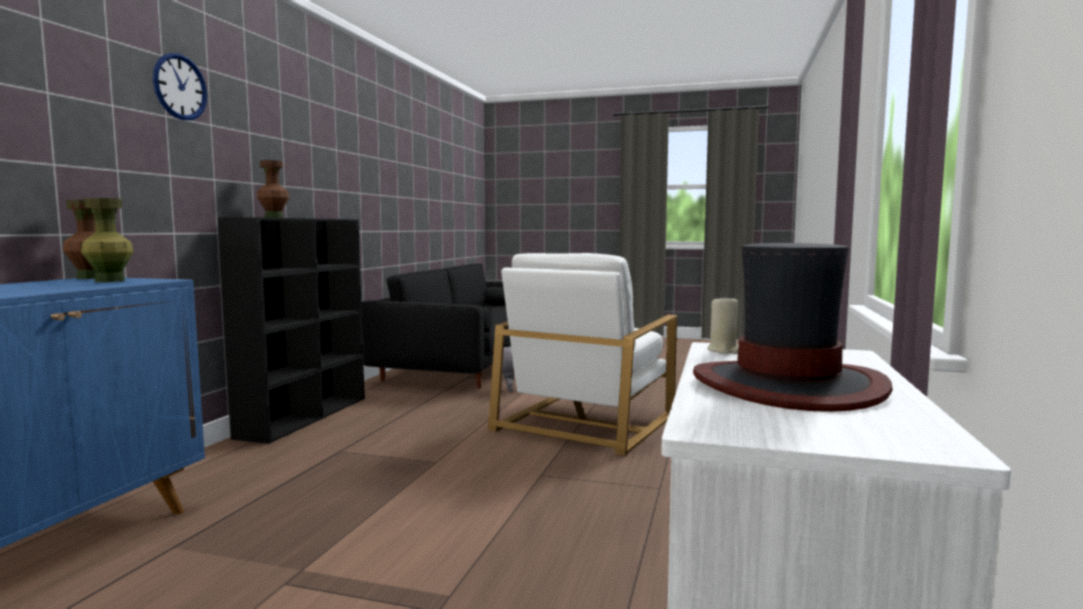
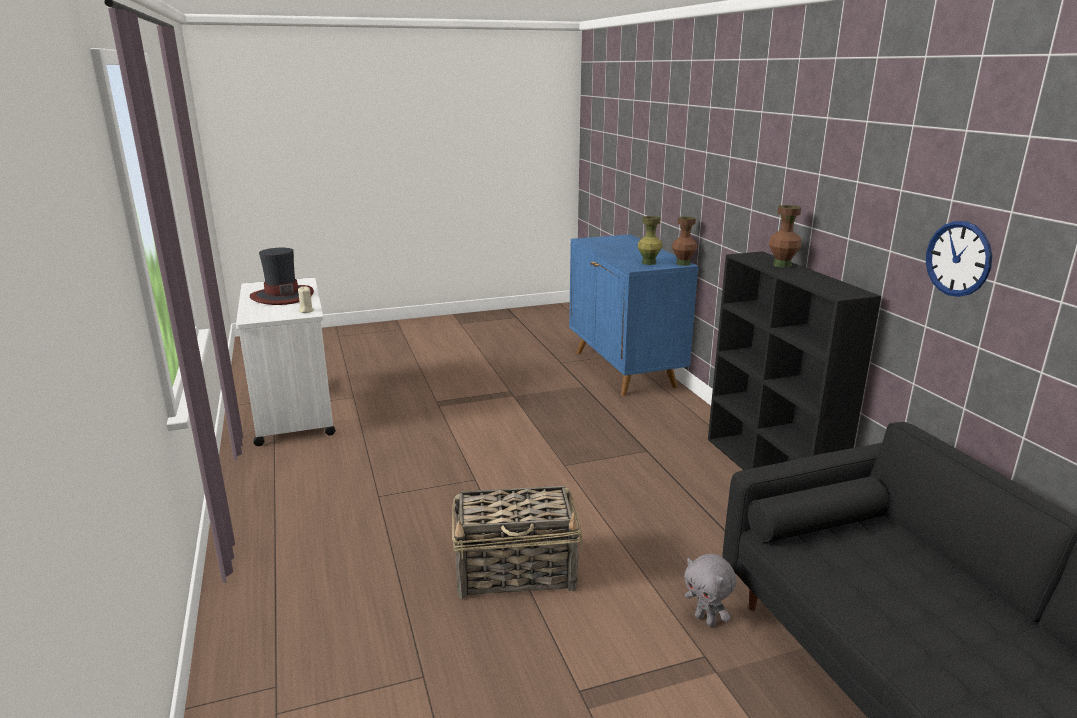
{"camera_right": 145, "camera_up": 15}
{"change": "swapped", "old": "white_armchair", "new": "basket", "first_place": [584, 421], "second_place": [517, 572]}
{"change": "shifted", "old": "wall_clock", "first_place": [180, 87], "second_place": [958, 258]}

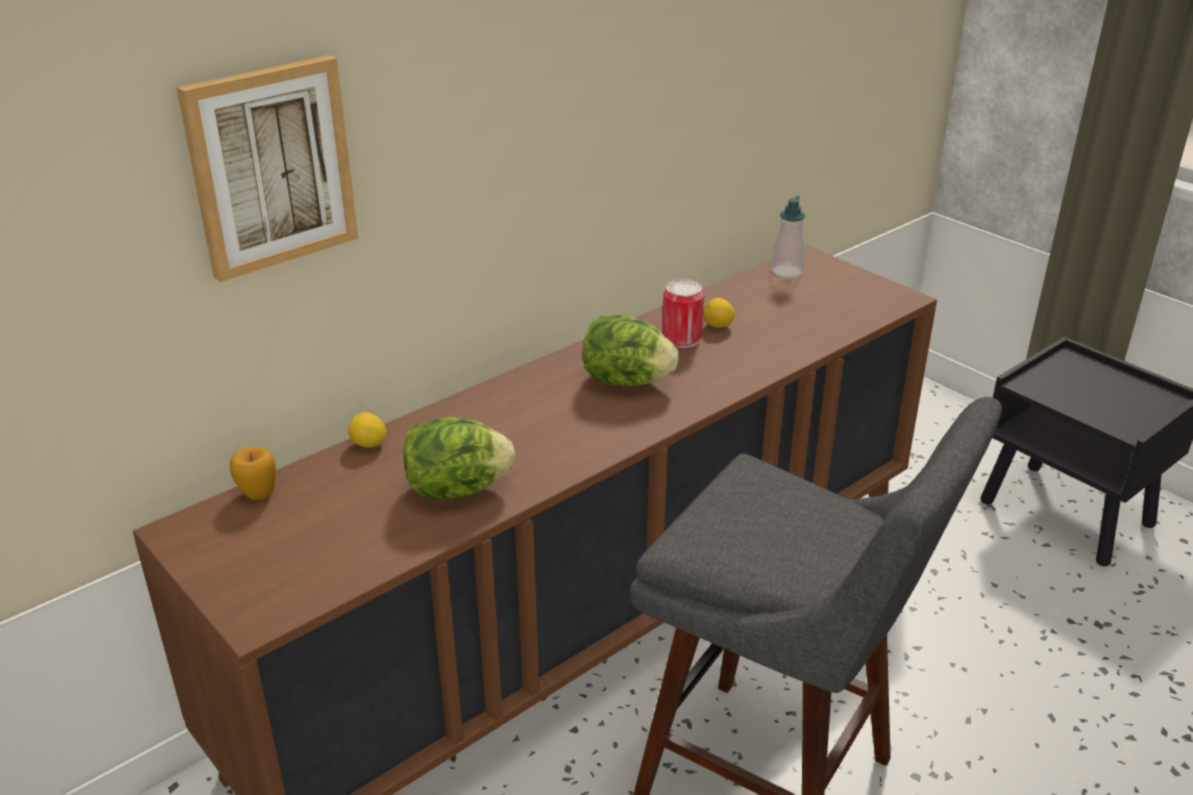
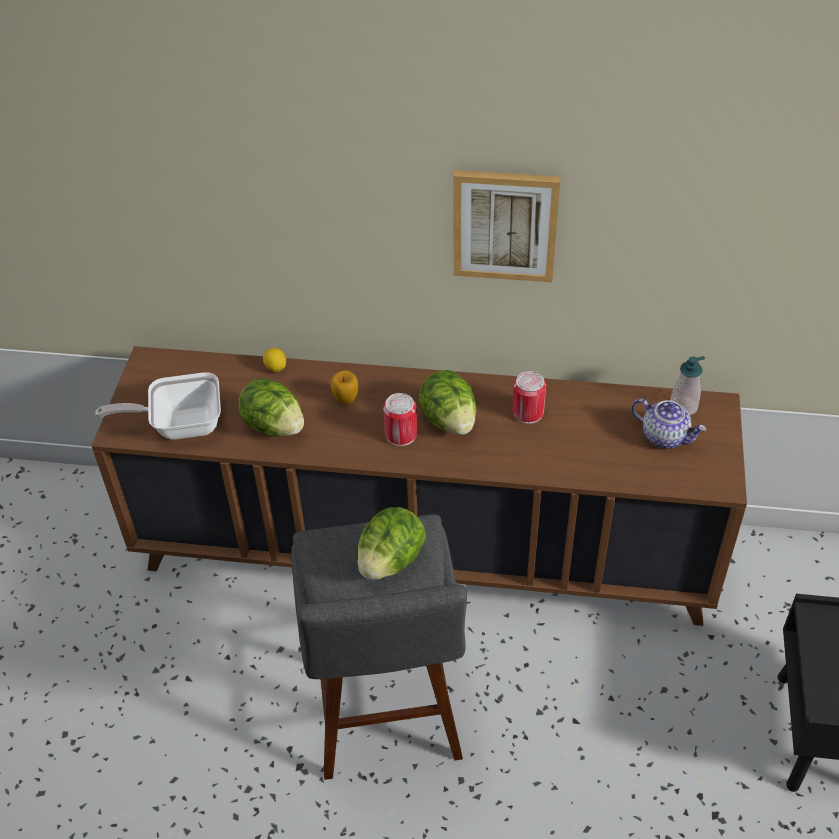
{"camera_right": 50, "camera_up": 15}
{"change": "new", "new": "frying_pan", "second_place": [180, 425]}
{"change": "shifted", "old": "apple", "first_place": [258, 494], "second_place": [345, 399]}
{"change": "new", "new": "lettuce", "second_place": [391, 560]}
{"change": "new", "new": "can", "second_place": [401, 434]}
{"change": "shifted", "old": "picture", "first_place": [270, 166], "second_place": [505, 225]}
{"change": "new", "new": "teapot", "second_place": [665, 436]}
{"change": "gone", "old": "lemon", "first_place": [718, 326]}

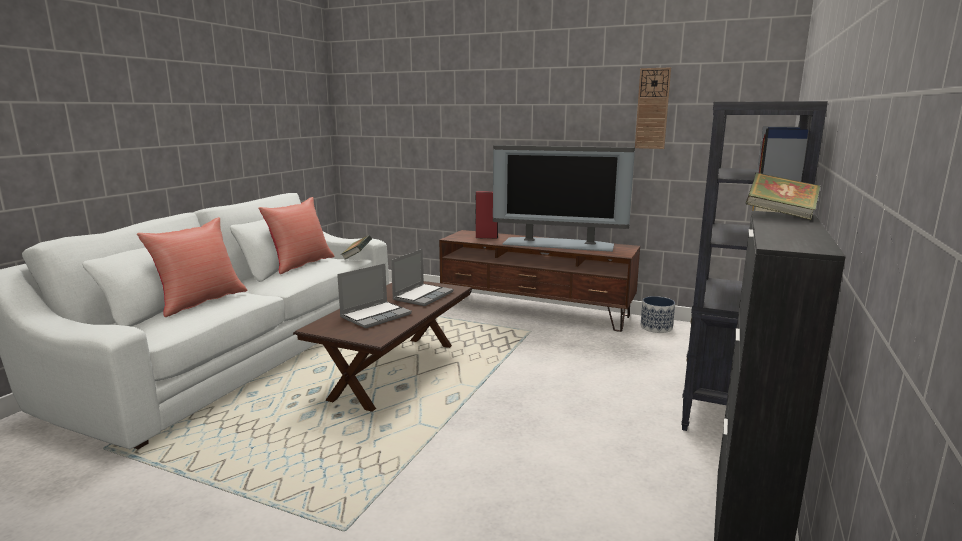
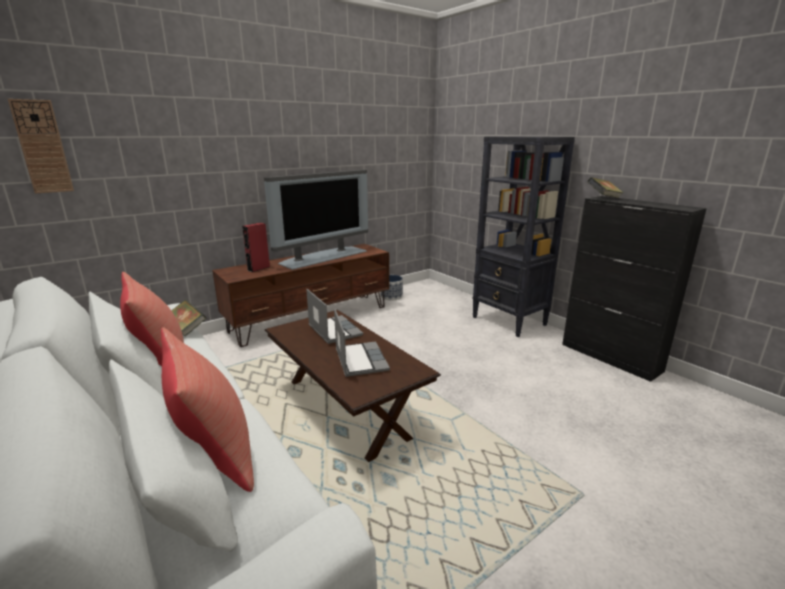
{"camera_right": -60, "camera_up": 5}
{"change": "shifted", "old": "wall_clock", "first_place": [652, 109], "second_place": [42, 147]}

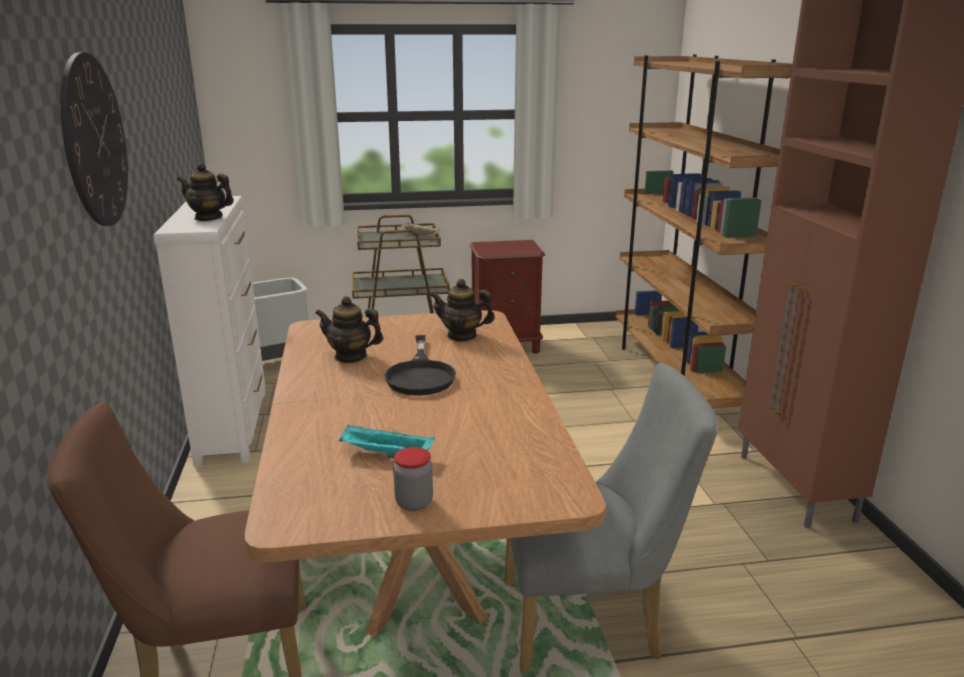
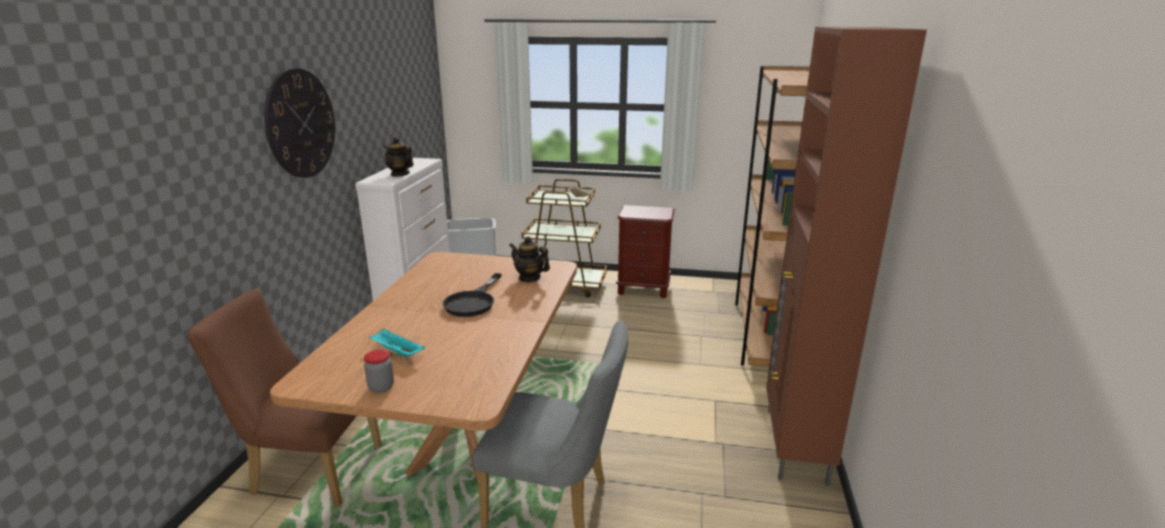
{"camera_right": 20, "camera_up": 0}
{"change": "gone", "old": "teapot", "first_place": [350, 356]}

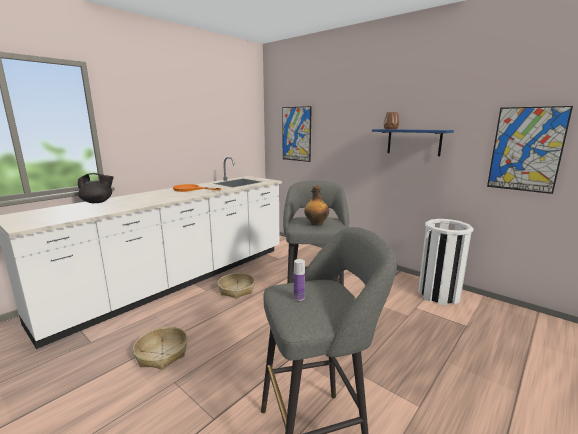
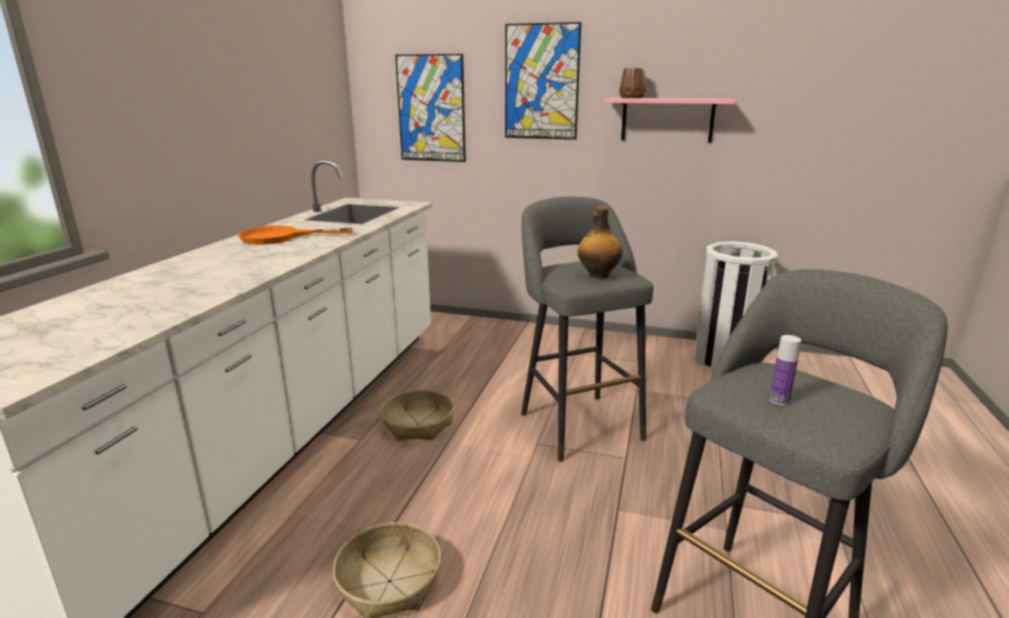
{"camera_right": -25, "camera_up": 5}
{"change": "shifted", "old": "picture", "first_place": [526, 149], "second_place": [541, 82]}
{"change": "repainted", "old": "blue_shelf", "new": "pink_shelf", "first_place": [413, 142], "second_place": [667, 119]}
{"change": "gone", "old": "black_teapot", "first_place": [98, 202]}

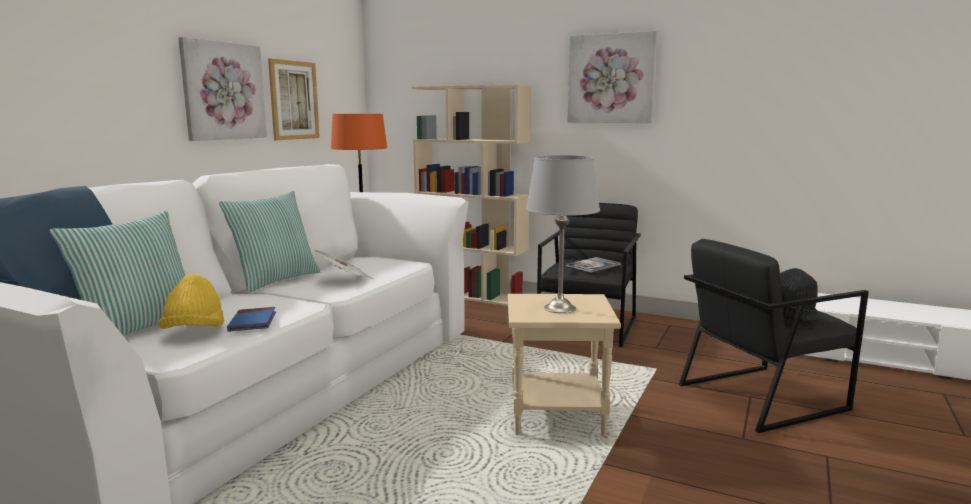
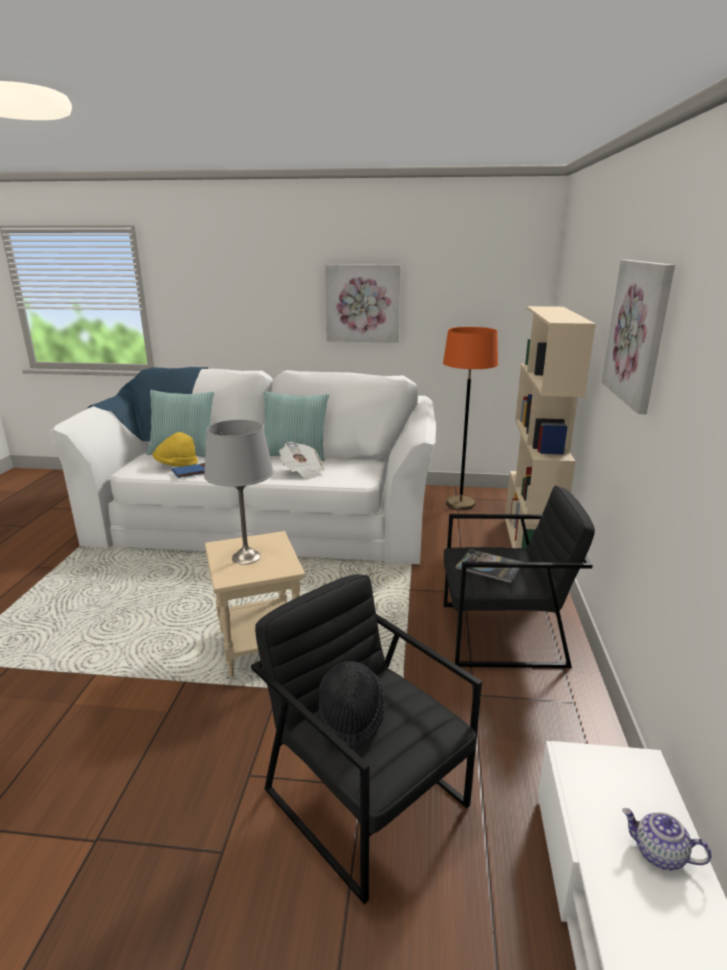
{"camera_right": 70, "camera_up": 10}
{"change": "new", "new": "teapot", "second_place": [658, 854]}
{"change": "gone", "old": "picture", "first_place": [294, 100]}

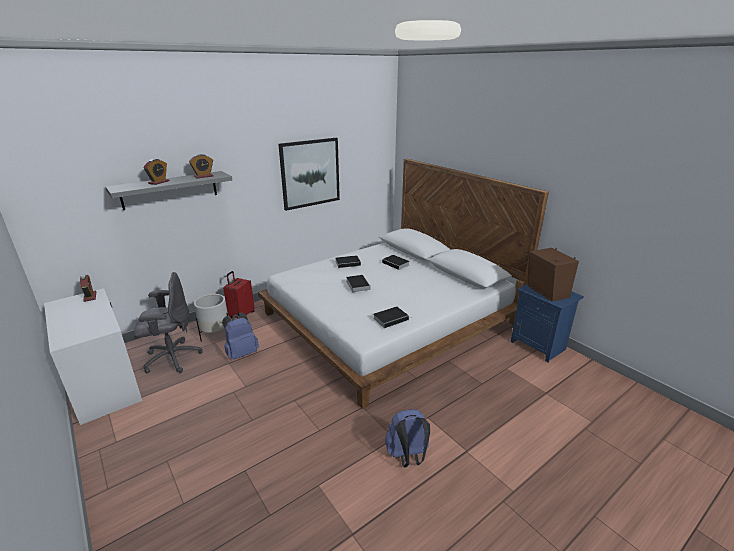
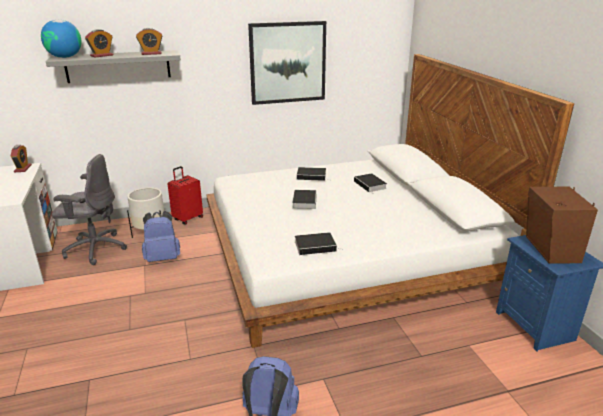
{"camera_right": 20, "camera_up": 0}
{"change": "new", "new": "globe", "second_place": [65, 57]}

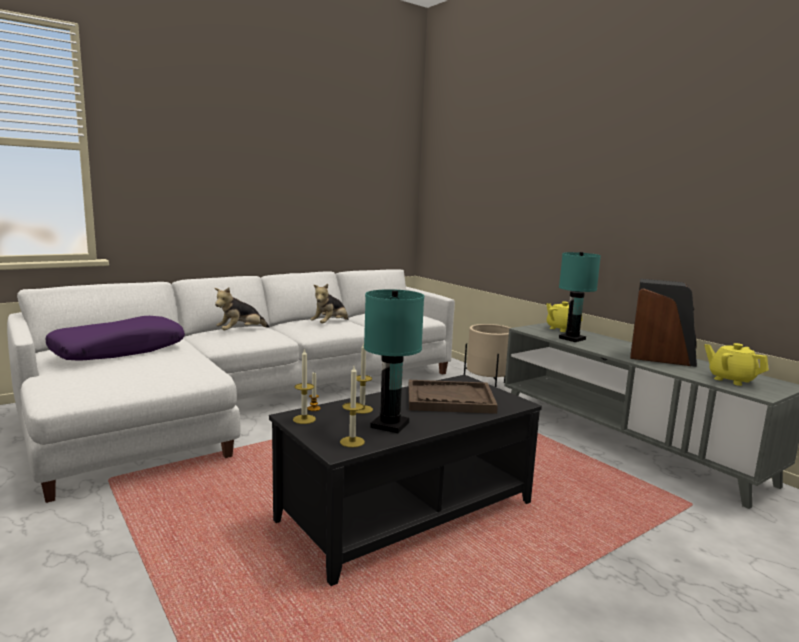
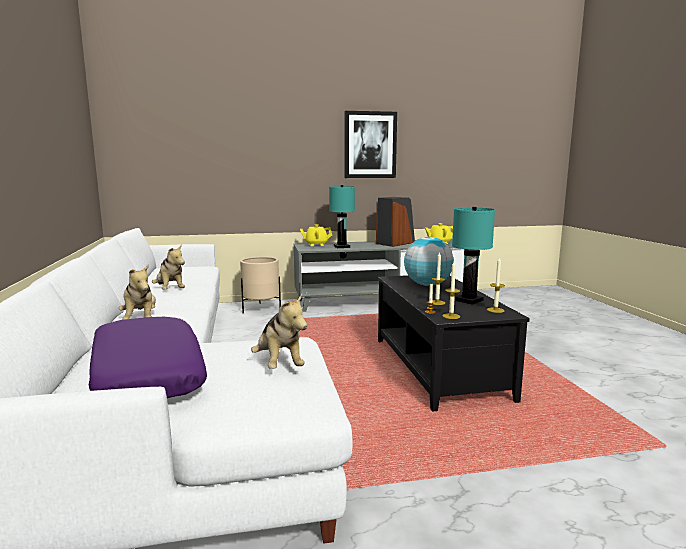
{"camera_right": -65, "camera_up": 0}
{"change": "new", "new": "plush_toy", "second_place": [279, 364]}
{"change": "new", "new": "picture", "second_place": [370, 145]}
{"change": "swapped", "old": "brown_tray", "new": "globe", "first_place": [449, 399], "second_place": [427, 285]}

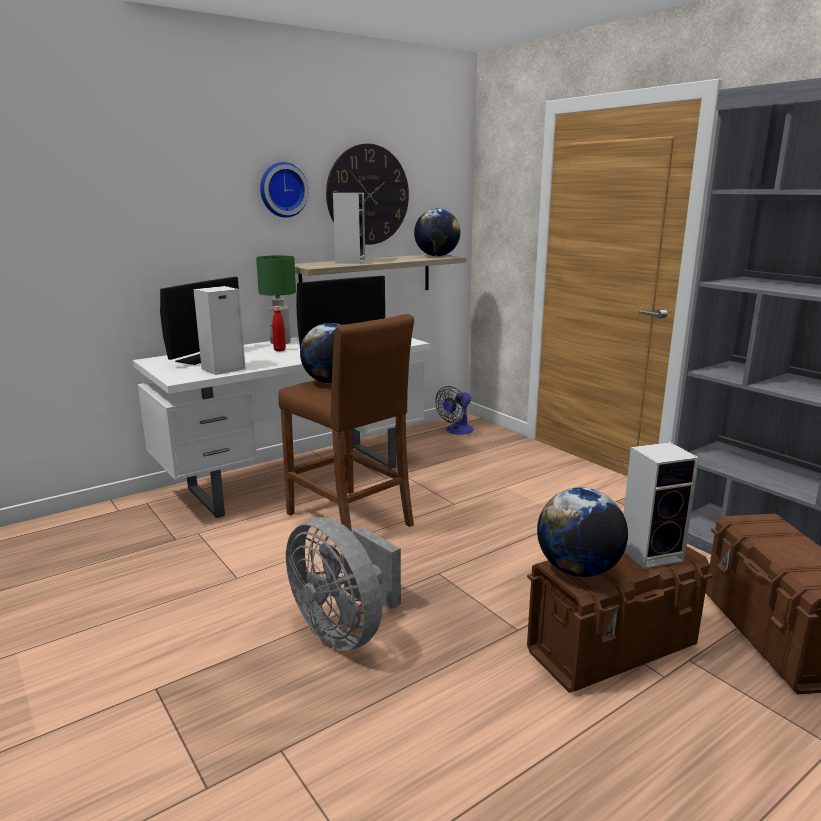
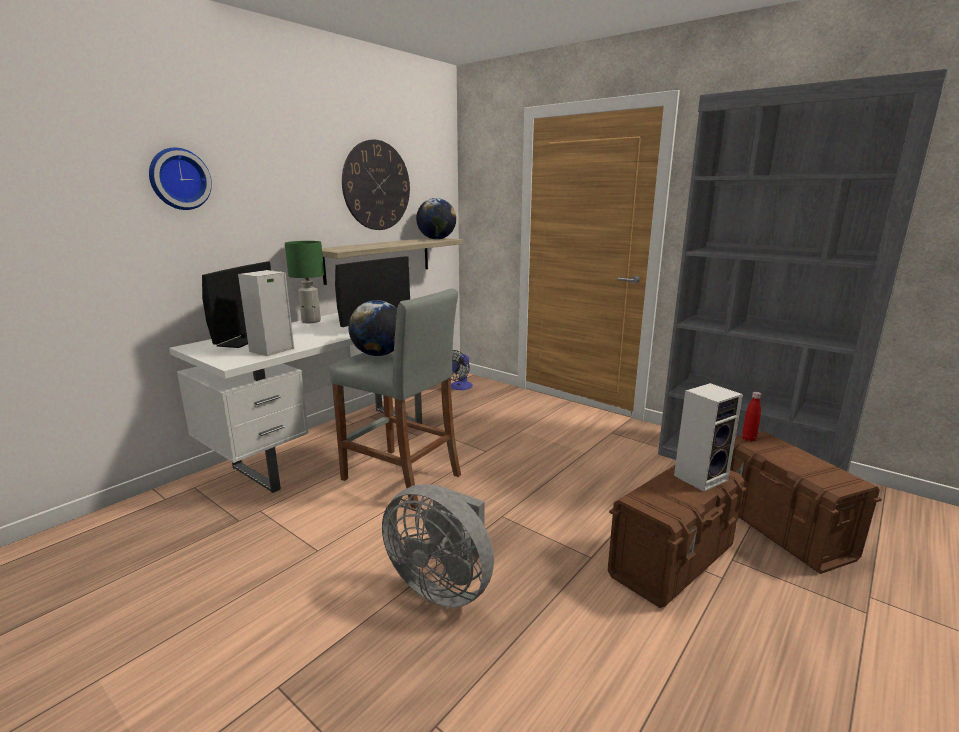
{"camera_right": -15, "camera_up": 0}
{"change": "shifted", "old": "wall_clock", "first_place": [282, 190], "second_place": [179, 179]}
{"change": "repainted", "old": "brown_stool", "new": "grey_stool", "first_place": [349, 519], "second_place": [401, 477]}
{"change": "shifted", "old": "red_bottle", "first_place": [279, 350], "second_place": [748, 439]}
{"change": "gone", "old": "speaker", "first_place": [350, 262]}
{"change": "gone", "old": "globe", "first_place": [578, 570]}

